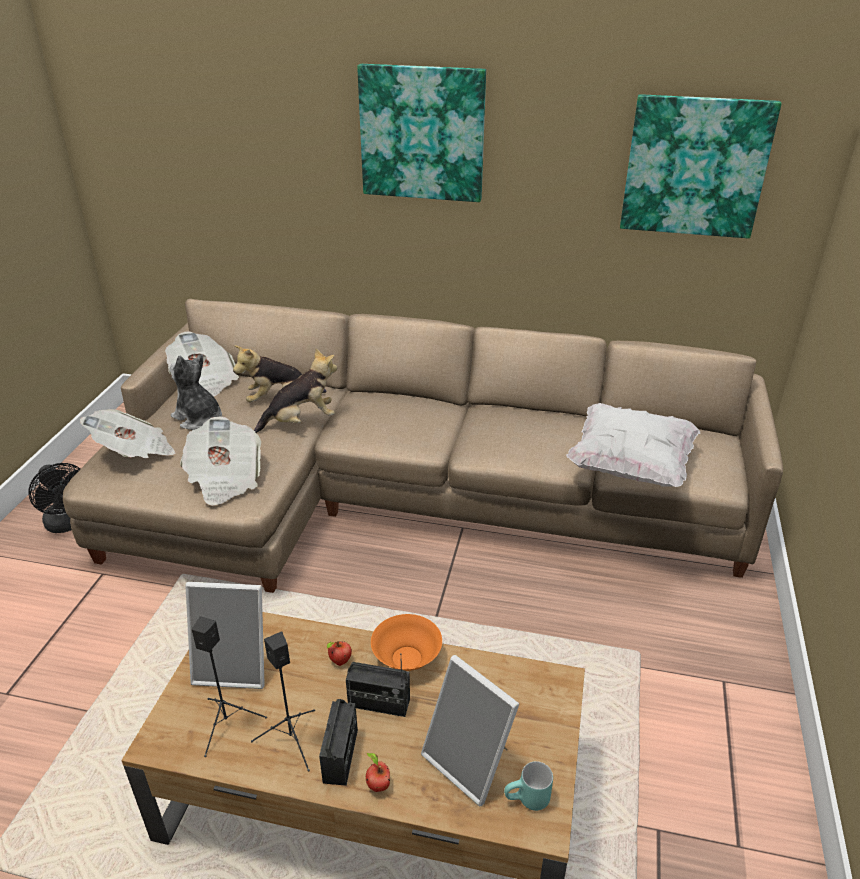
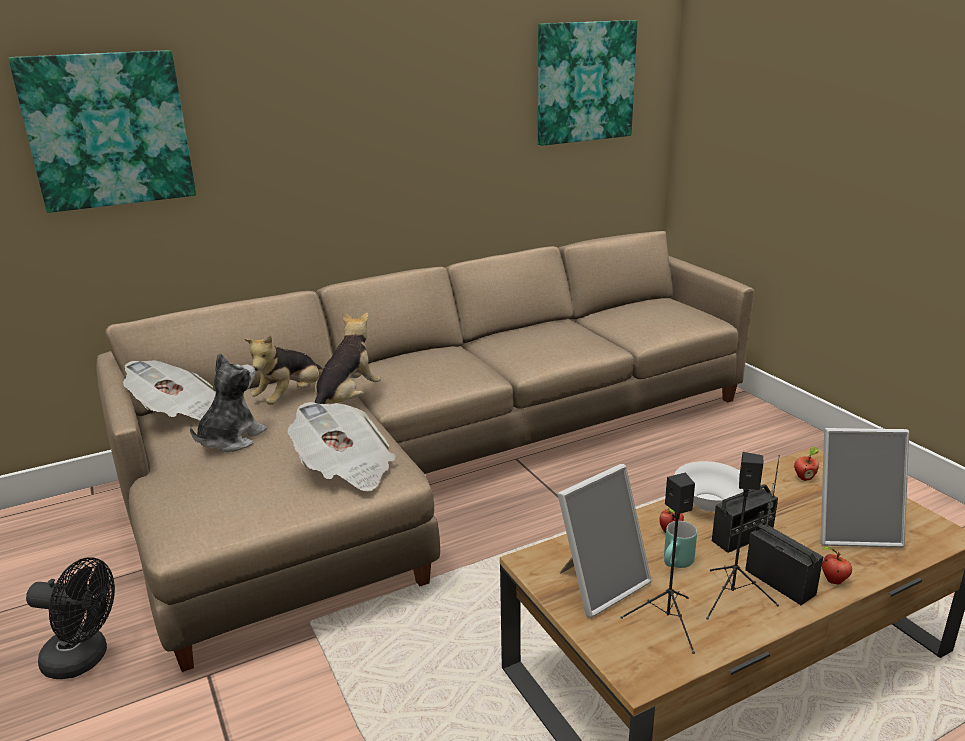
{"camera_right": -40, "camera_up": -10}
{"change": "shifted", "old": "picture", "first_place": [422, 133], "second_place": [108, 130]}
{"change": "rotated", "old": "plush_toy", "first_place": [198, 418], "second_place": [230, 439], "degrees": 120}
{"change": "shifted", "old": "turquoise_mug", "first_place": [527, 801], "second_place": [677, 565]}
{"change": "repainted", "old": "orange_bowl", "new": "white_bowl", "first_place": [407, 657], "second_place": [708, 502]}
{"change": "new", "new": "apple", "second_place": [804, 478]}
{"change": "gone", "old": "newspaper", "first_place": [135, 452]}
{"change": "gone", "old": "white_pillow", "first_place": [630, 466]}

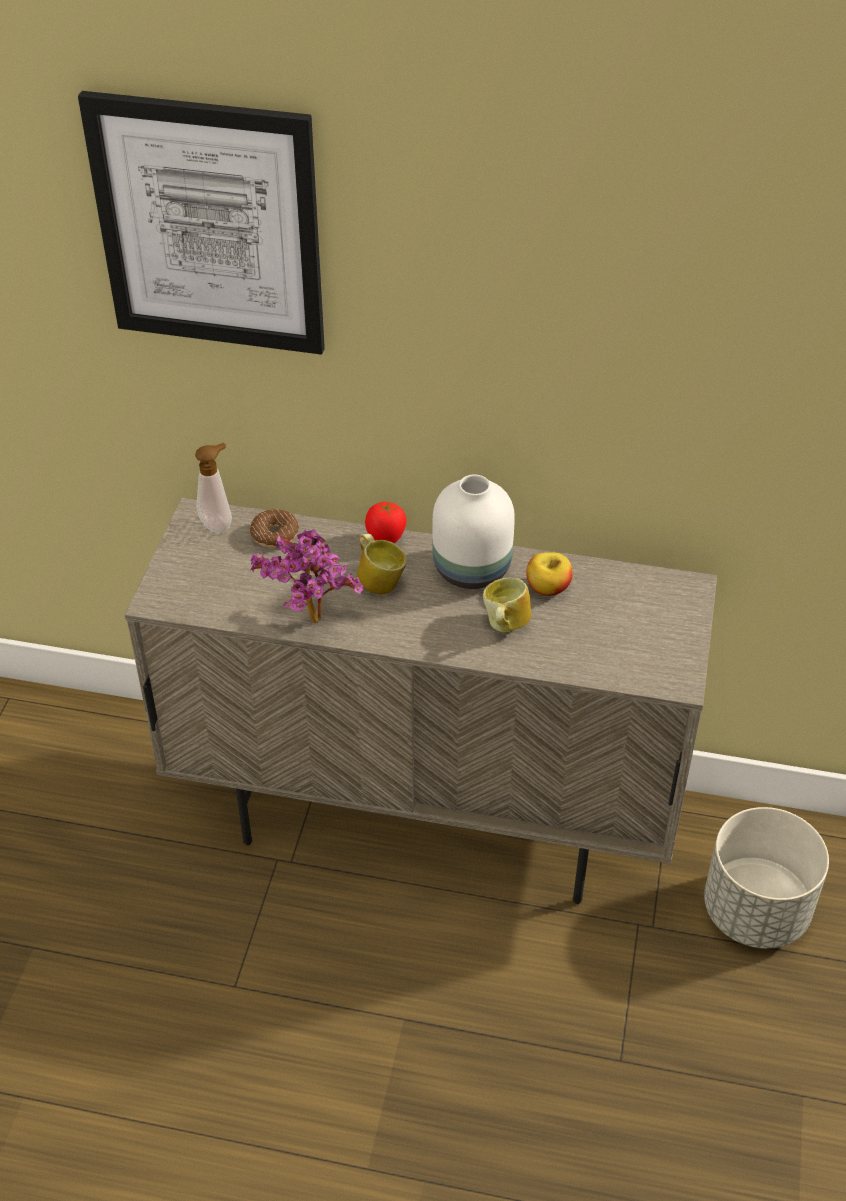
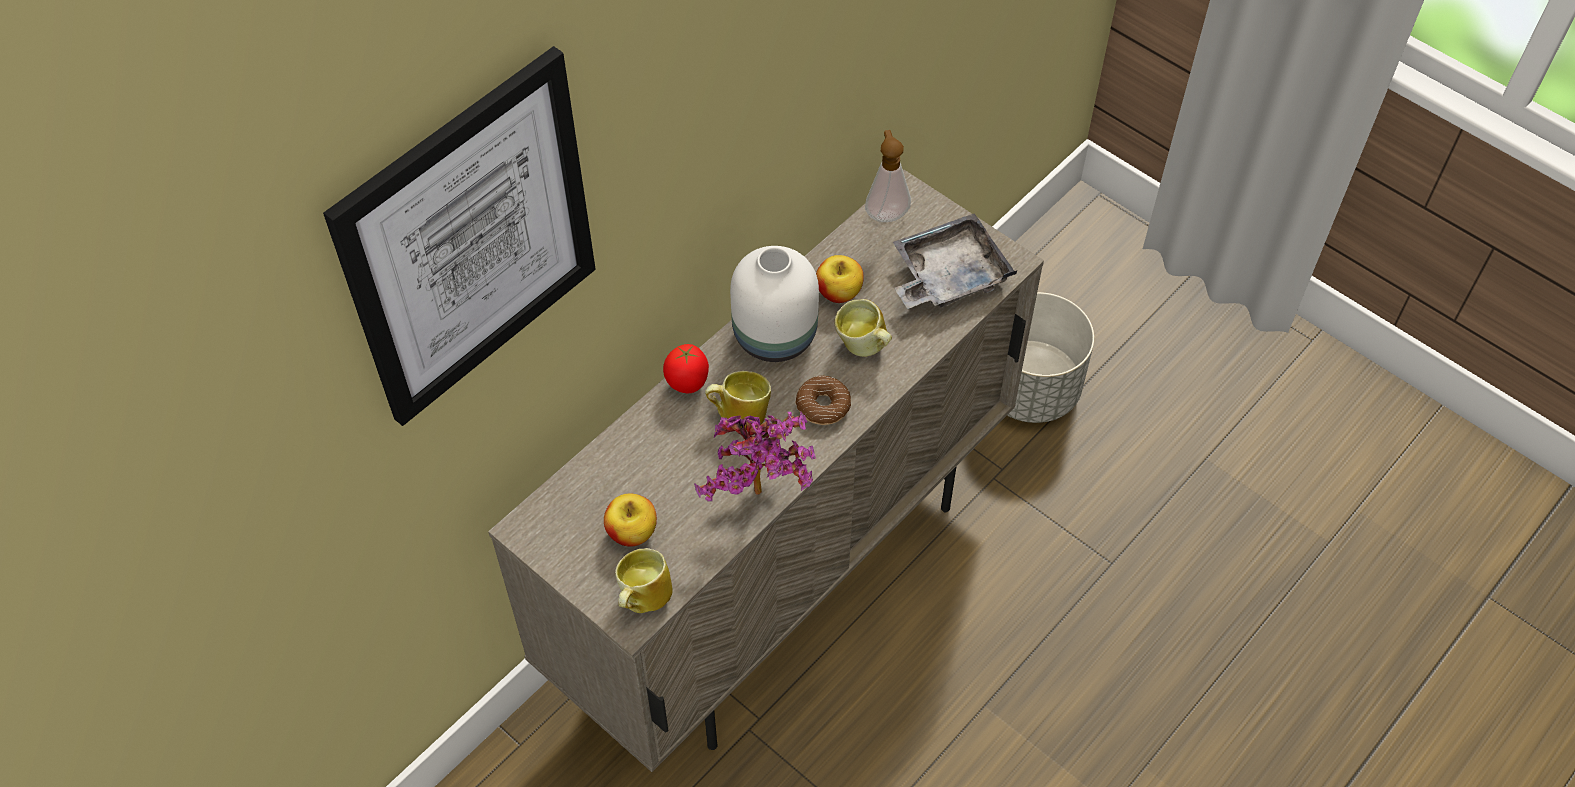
{"camera_right": -60, "camera_up": 10}
{"change": "new", "new": "apple", "second_place": [632, 532]}
{"change": "new", "new": "mug", "second_place": [642, 599]}
{"change": "shifted", "old": "donut", "first_place": [274, 534], "second_place": [823, 406]}
{"change": "shifted", "old": "soap_dispenser", "first_place": [218, 524], "second_place": [886, 213]}
{"change": "new", "new": "grey_tray", "second_place": [948, 276]}

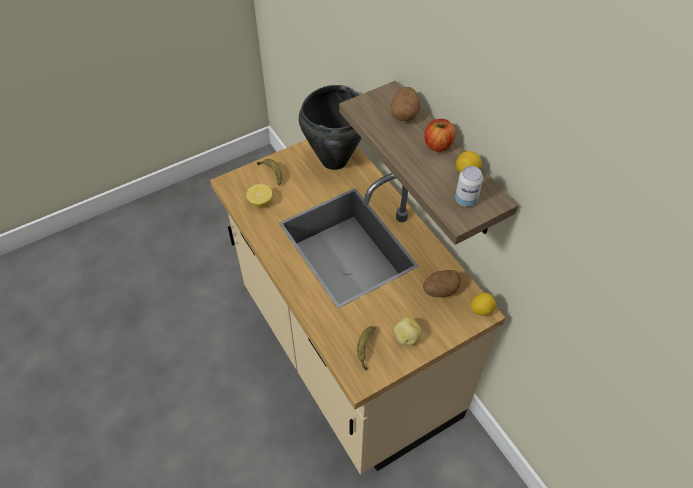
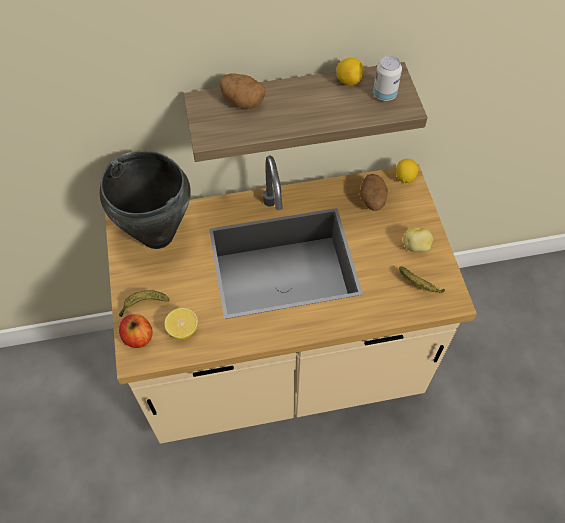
{"camera_right": -70, "camera_up": 5}
{"change": "shifted", "old": "apple", "first_place": [438, 145], "second_place": [138, 337]}

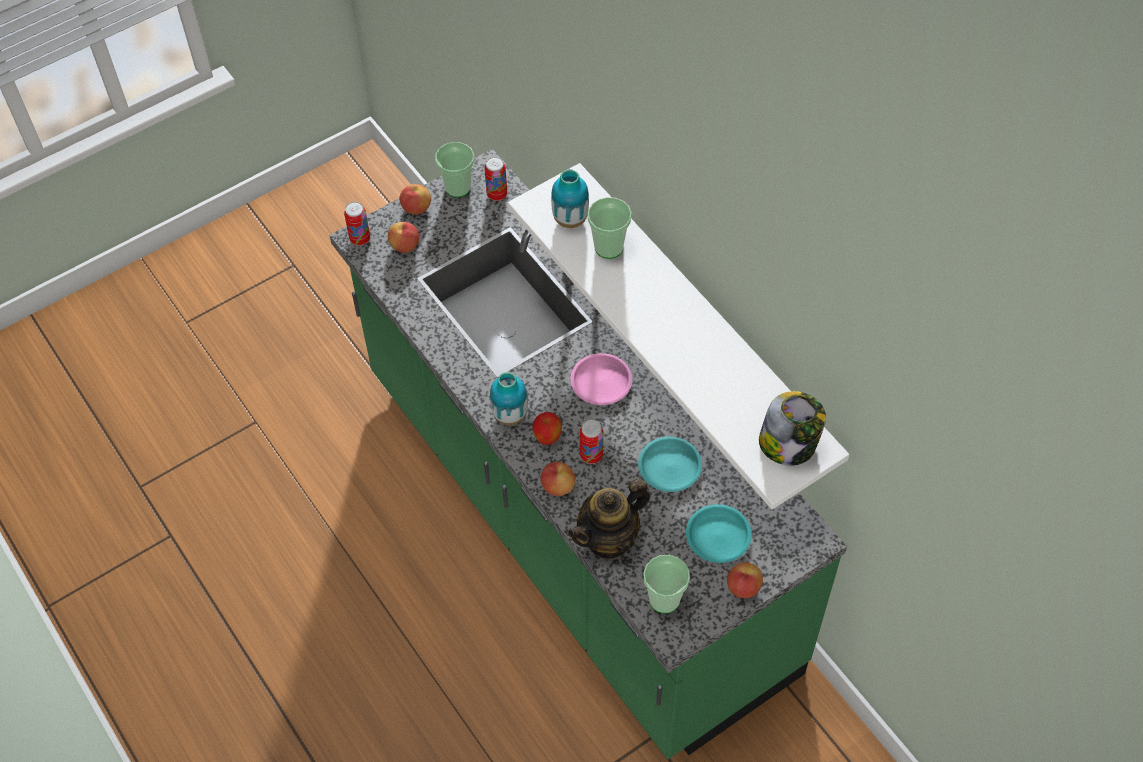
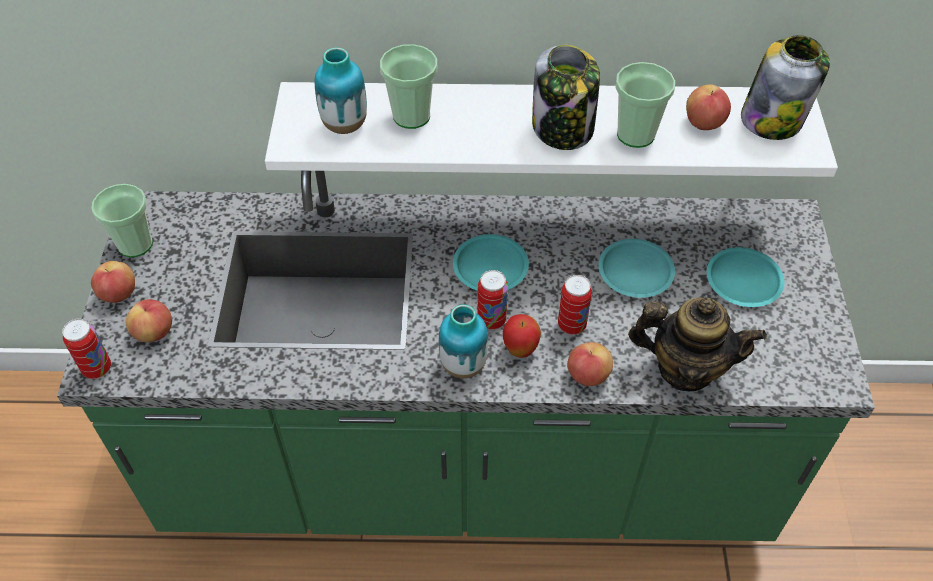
{"camera_right": -55, "camera_up": -5}
{"change": "repainted", "old": "pink_plate", "new": "turquoise_plate", "first_place": [600, 382], "second_place": [490, 268]}
{"change": "shifted", "old": "can", "first_place": [497, 194], "second_place": [491, 320]}
{"change": "new", "new": "jar", "second_place": [563, 128]}
{"change": "shifted", "old": "cup", "first_place": [664, 599], "second_place": [635, 134]}
{"change": "rotated", "old": "teapot", "first_place": [609, 538], "second_place": [685, 368], "degrees": -75}
{"change": "shifted", "old": "apple", "first_place": [743, 588], "second_place": [704, 123]}

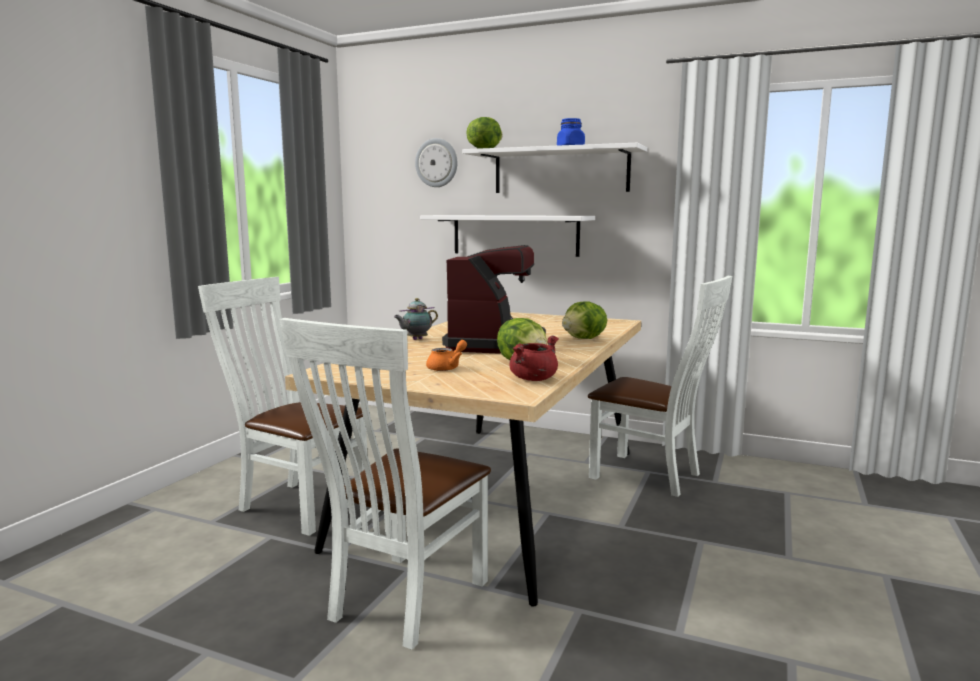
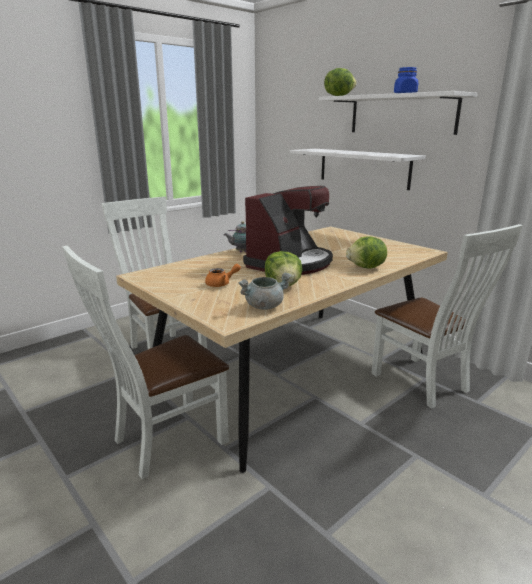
{"camera_right": 25, "camera_up": 10}
{"change": "repainted", "old": "red_cooking_pot", "new": "grey_cooking_pot", "first_place": [533, 379], "second_place": [264, 306]}
{"change": "gone", "old": "wall_clock", "first_place": [436, 163]}

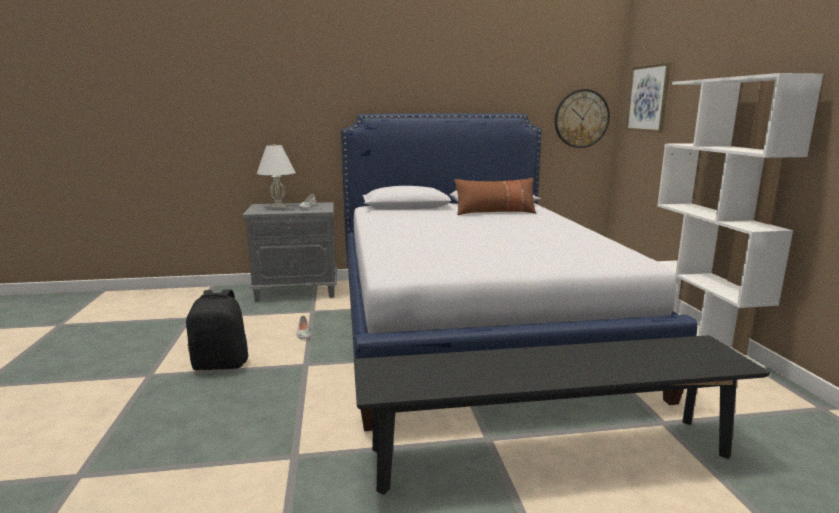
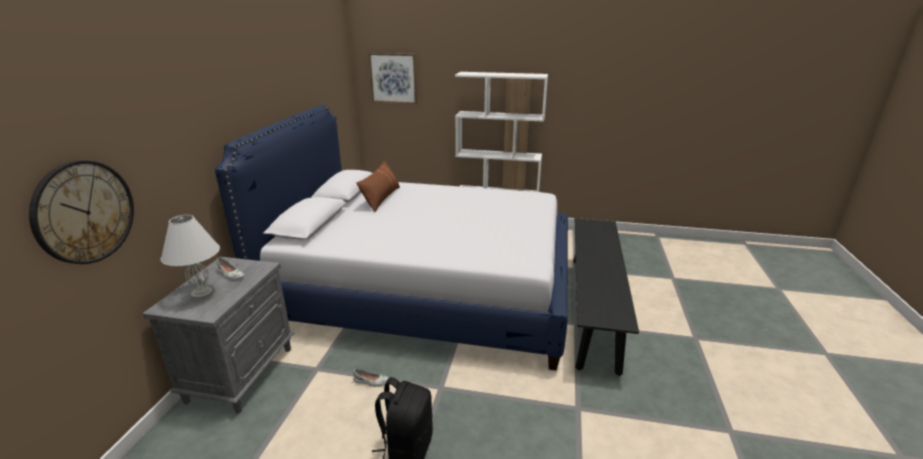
{"camera_right": -70, "camera_up": 10}
{"change": "shifted", "old": "wall_clock", "first_place": [581, 118], "second_place": [84, 212]}

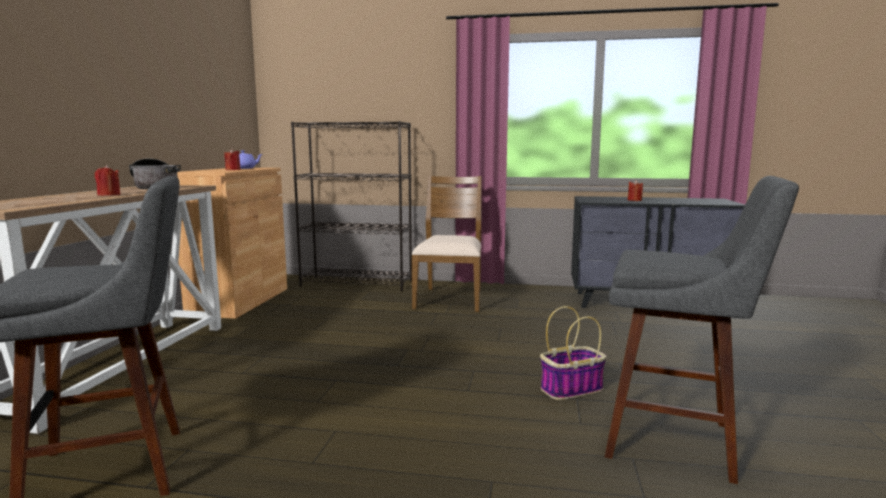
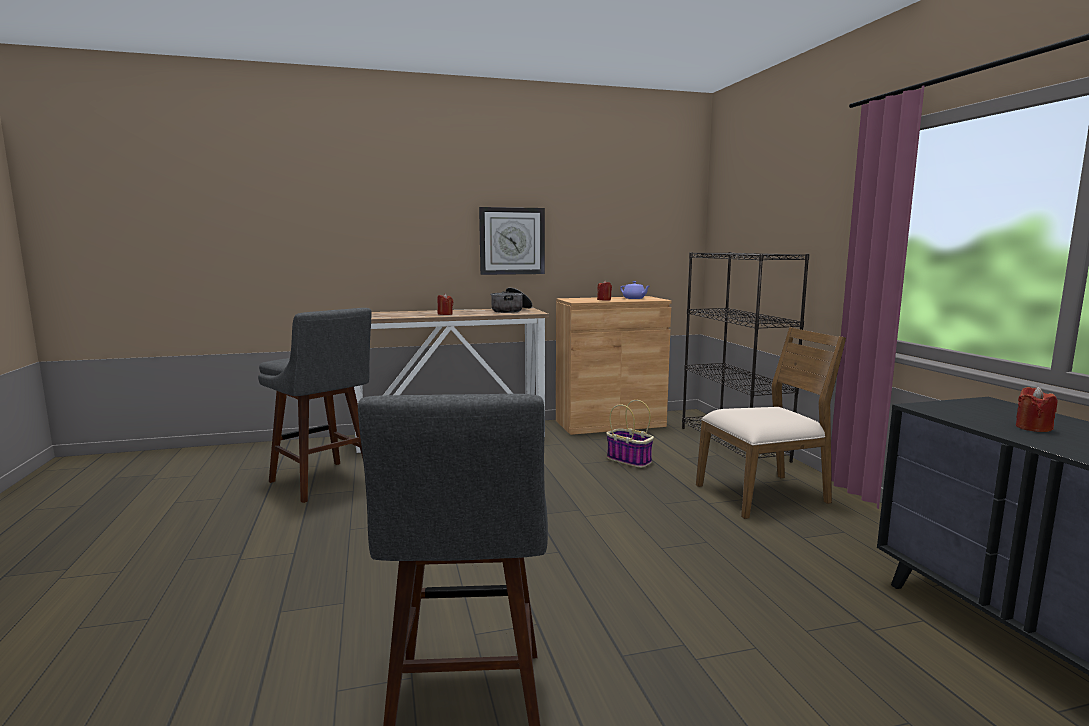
{"camera_right": 65, "camera_up": 0}
{"change": "new", "new": "wall_clock", "second_place": [512, 241]}
{"change": "shifted", "old": "basket", "first_place": [571, 389], "second_place": [630, 460]}

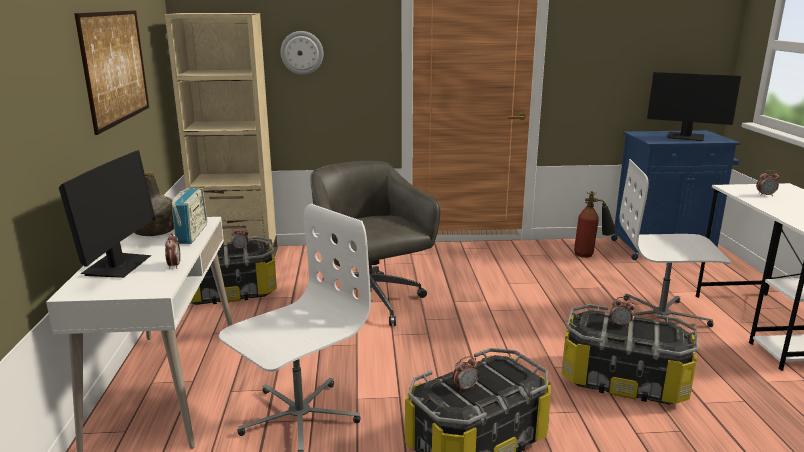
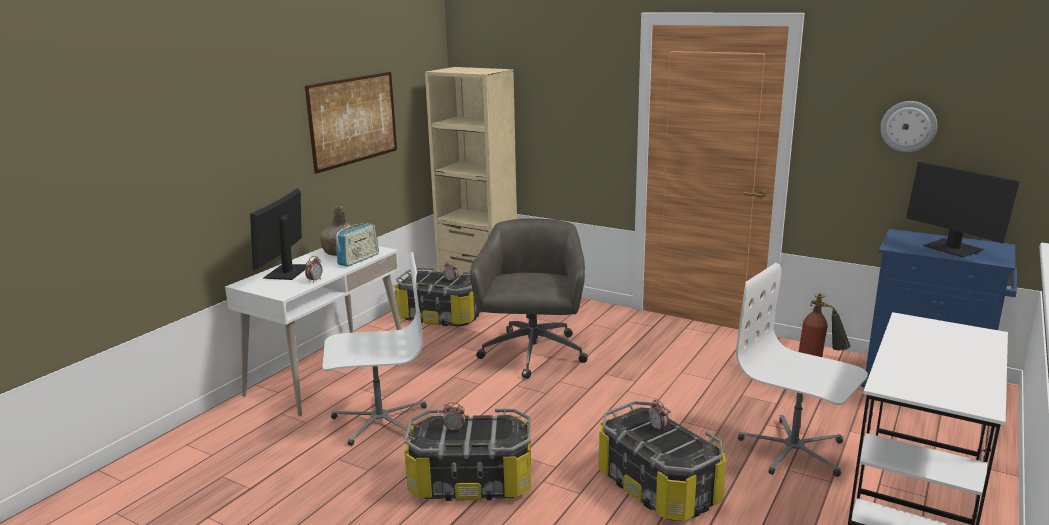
{"camera_right": 35, "camera_up": 0}
{"change": "rotated", "old": "monitor", "first_place": [117, 266], "second_place": [287, 272], "degrees": 150}
{"change": "shifted", "old": "wall_clock", "first_place": [302, 52], "second_place": [908, 126]}
{"change": "gone", "old": "alarm_clock", "first_place": [765, 195]}

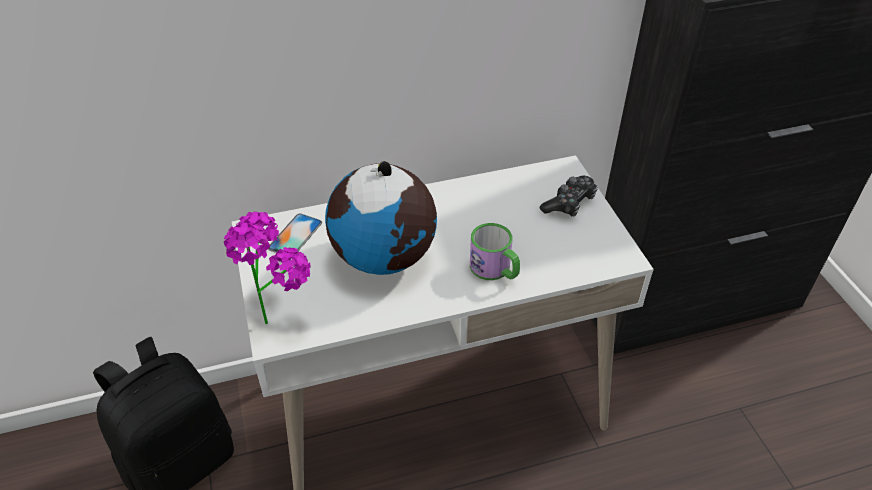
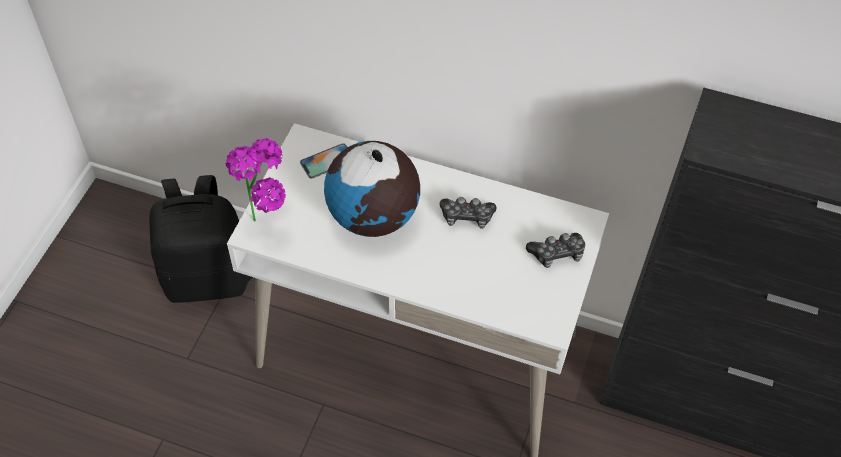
{"camera_right": 35, "camera_up": 10}
{"change": "new", "new": "game_controller", "second_place": [467, 217]}
{"change": "gone", "old": "mug", "first_place": [495, 270]}

